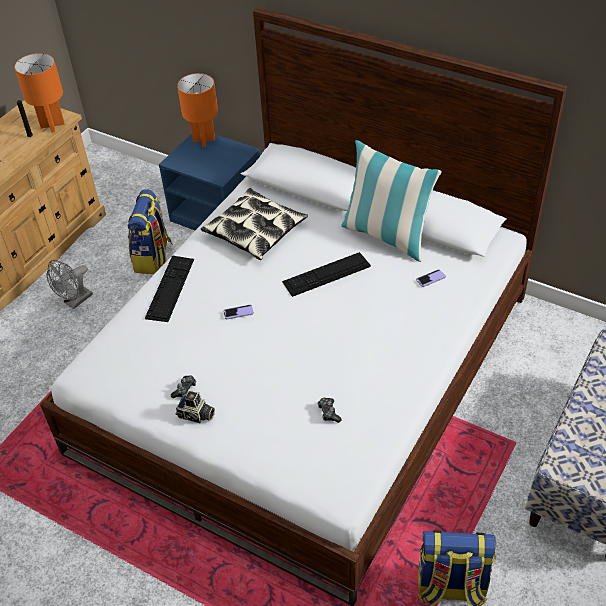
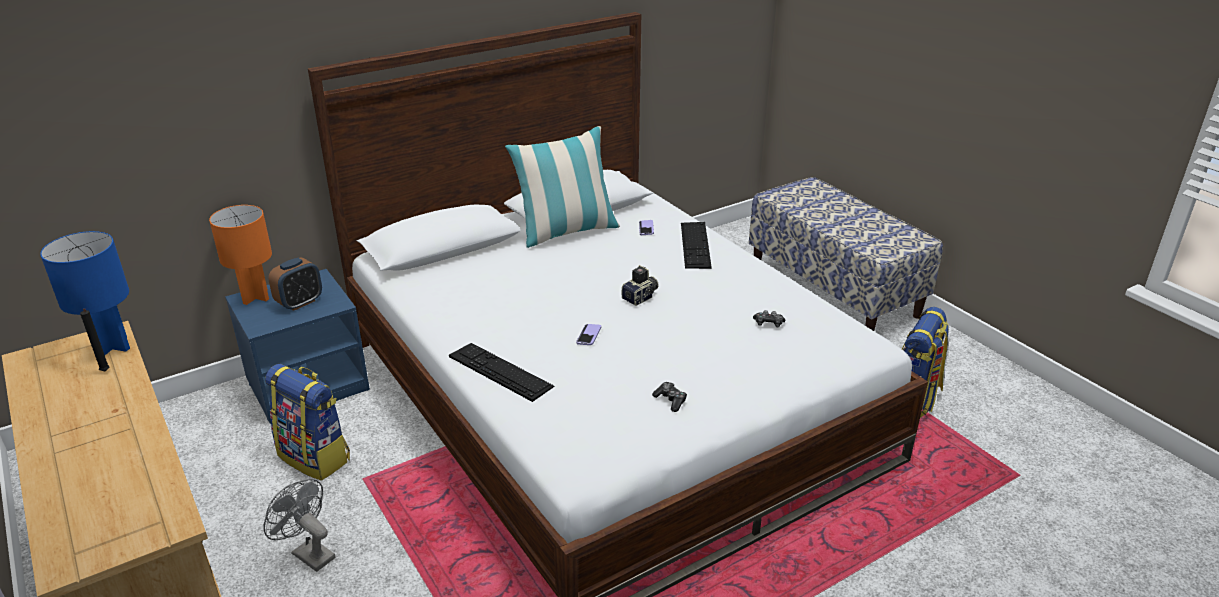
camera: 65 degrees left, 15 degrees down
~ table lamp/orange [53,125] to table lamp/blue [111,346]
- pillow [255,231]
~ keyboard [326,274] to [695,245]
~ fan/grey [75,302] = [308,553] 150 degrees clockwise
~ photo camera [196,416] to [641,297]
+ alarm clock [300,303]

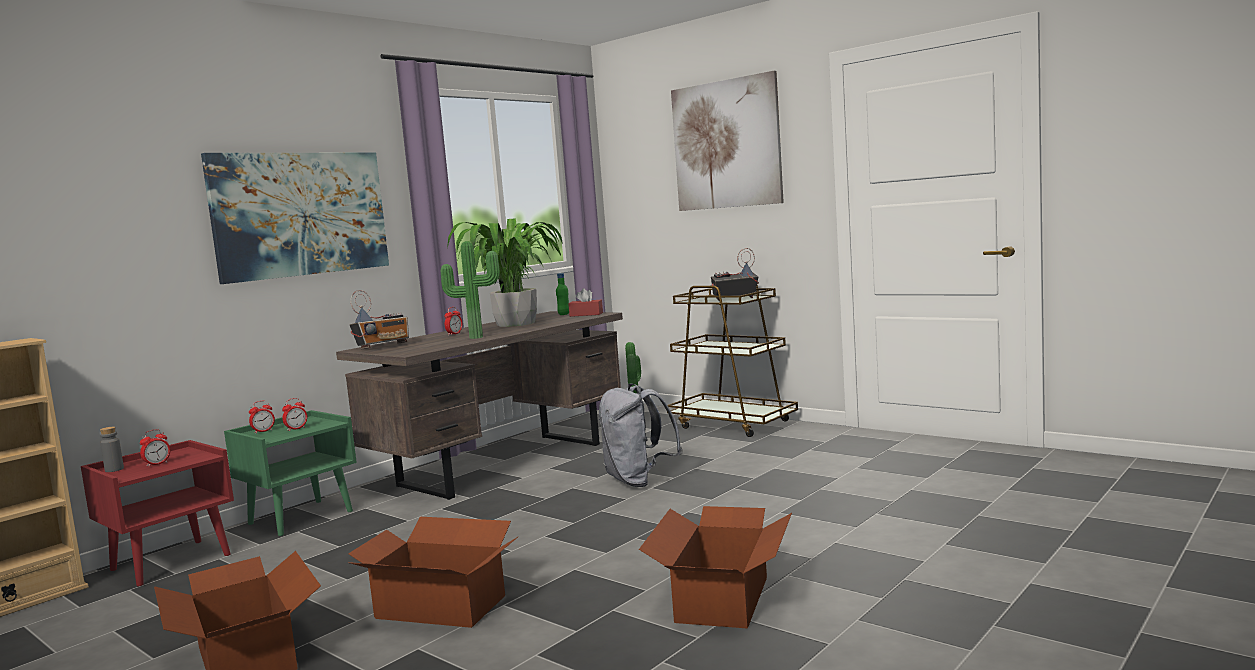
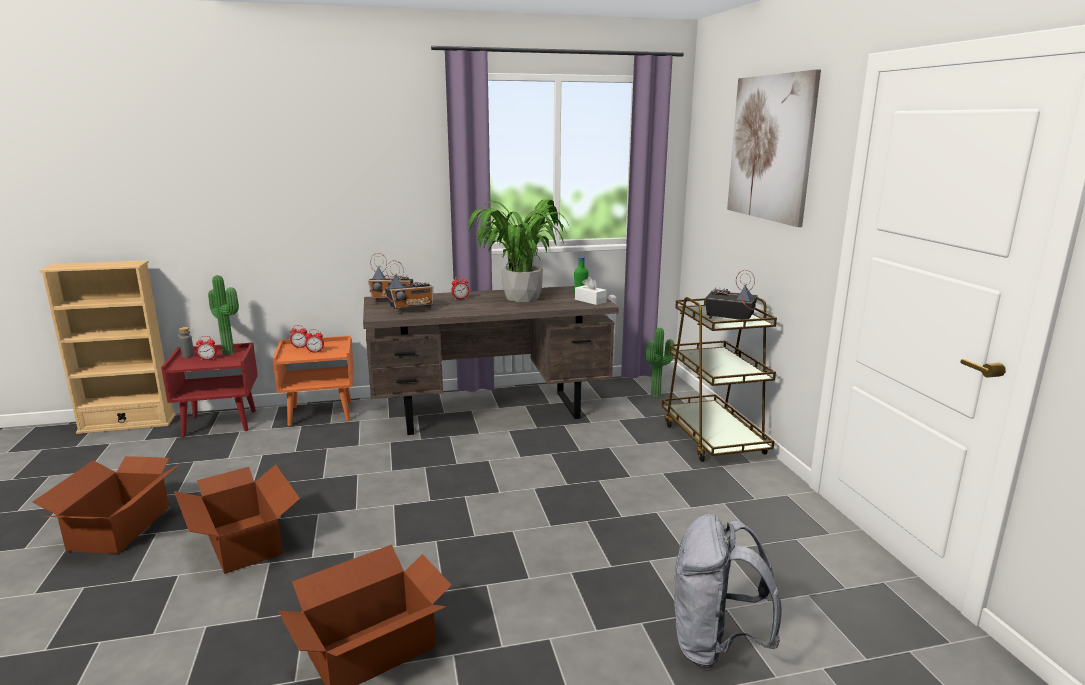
camera: 35 degrees right, 10 degrees up
- picture [300,214]
~ potted plant [476,337] to [230,352]
~ tissue box/red [586,314] to tissue box/white [590,301]
~ backpack/grey [639,481] to [715,645]
~ nightstand/green [301,517] to nightstand/orange [321,413]
+ radio [411,309]

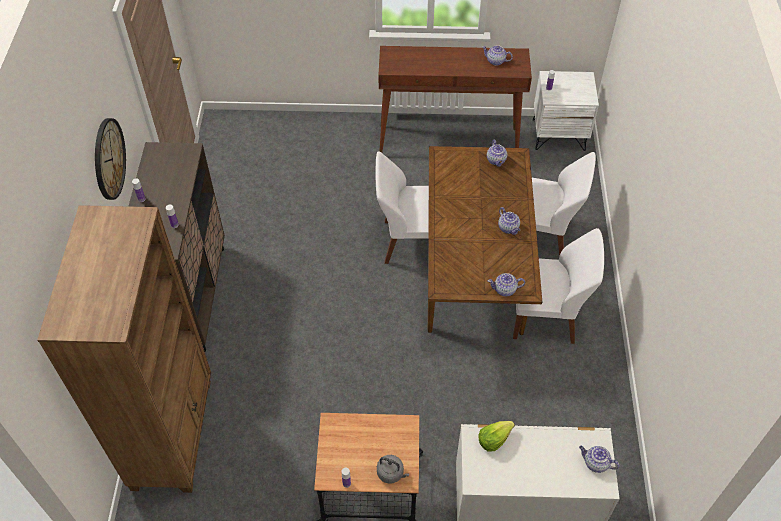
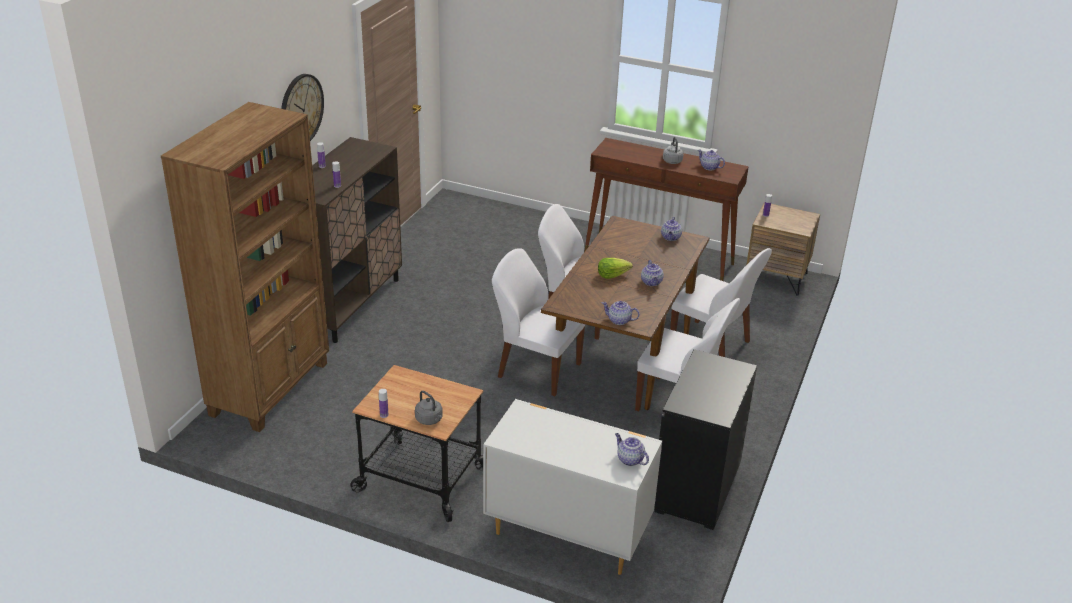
camera: 20 degrees right, 20 degrees down
~ nightstand/white [558,134] to nightstand/brown [776,278]
~ lettuce [494,439] to [612,275]
+ kettle/grey [672,160]
+ chair/white [537,369]
+ dresser/black [696,487]

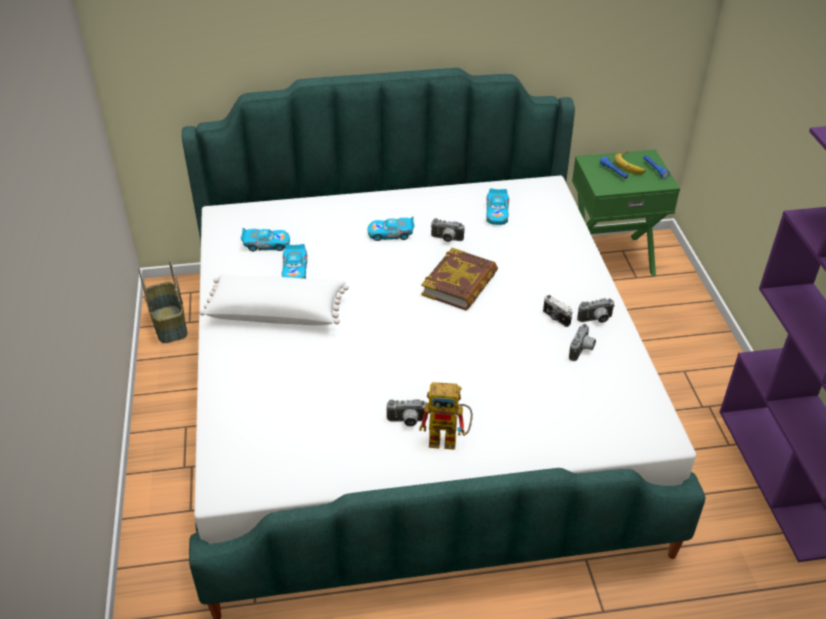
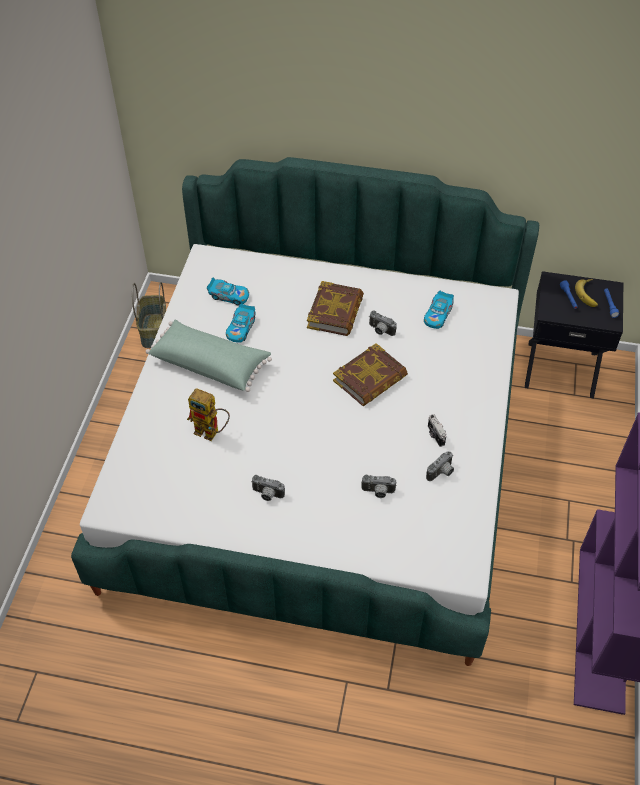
camera: 20 degrees right, 10 degrees up
~ nightstand/green [610,257] to nightstand/black [560,368]
~ toy car [390,234] to book [335,312]
~ pillow/white [277,311] to pillow/green [210,363]
~ photo camera [596,320] to [378,492]
~ toy robot [449,439] to [211,432]

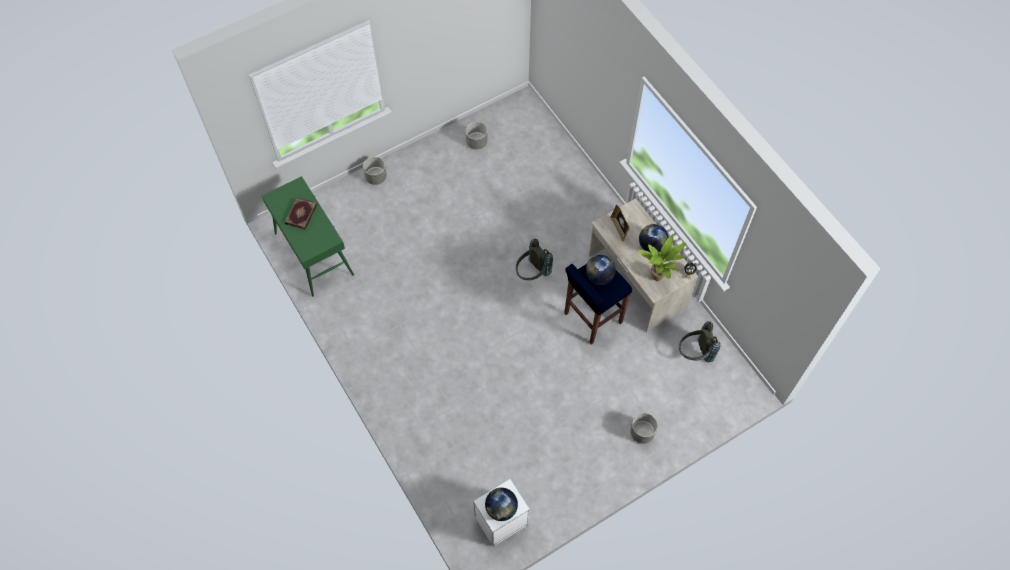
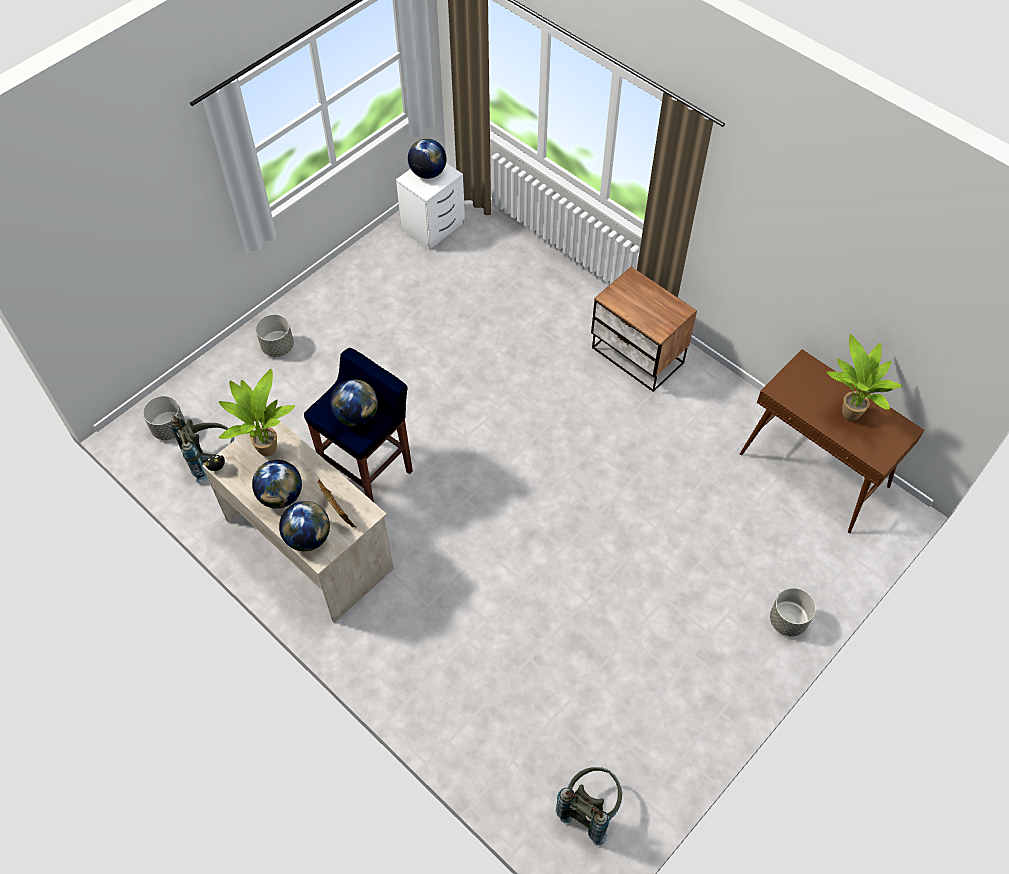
camera: 165 degrees right, 5 degrees down
~ planter/grey [476,142] to [169,428]
~ console table/green [313,254] to console table/brown [814,470]
~ book [300,214] to potted plant [847,415]
~ backpack/grey [532,273] to [589,808]
+ nightstand [637,356]
+ globe [308,537]

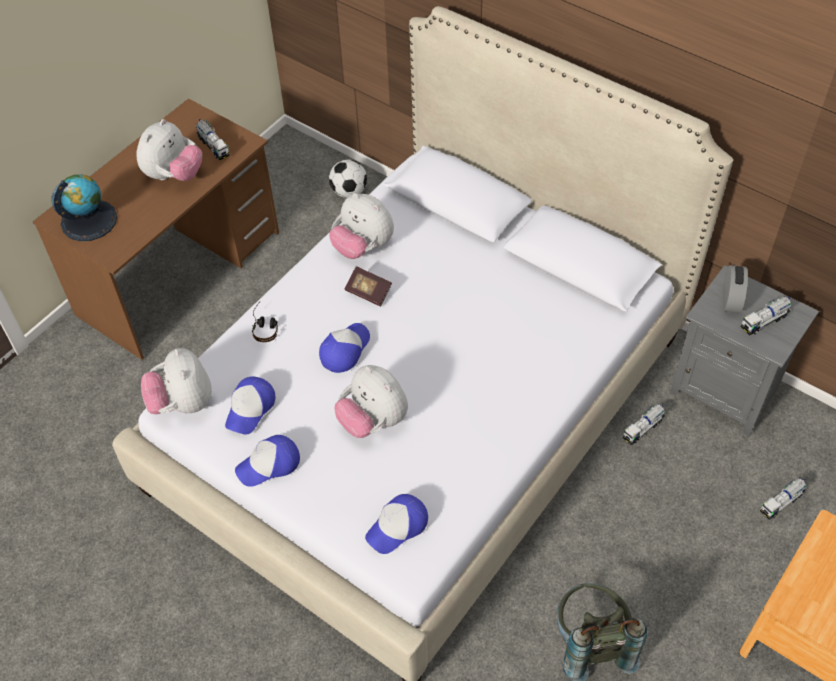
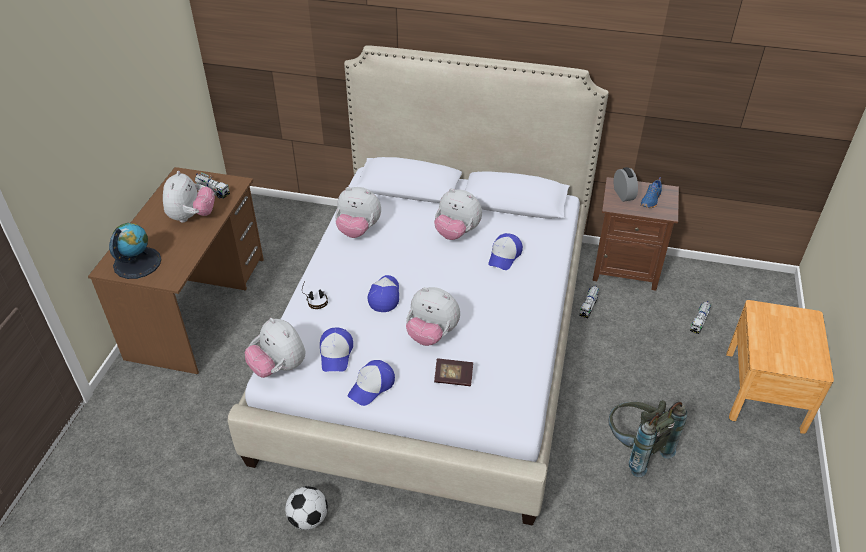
camera: 25 degrees left, 10 degrees down
~ football [349,192] to [308,518]
~ nightstand/grey [725,390] to nightstand/brown [625,268]
~ book [368,292] to [453,378]
~ toy truck [764,321] to shoe/blue [651,200]
~ cap [398,527] to [504,256]
+ plush toy [456,233]

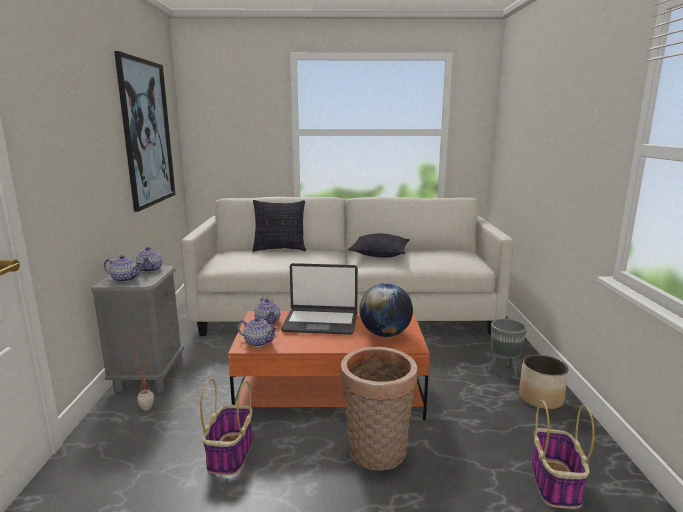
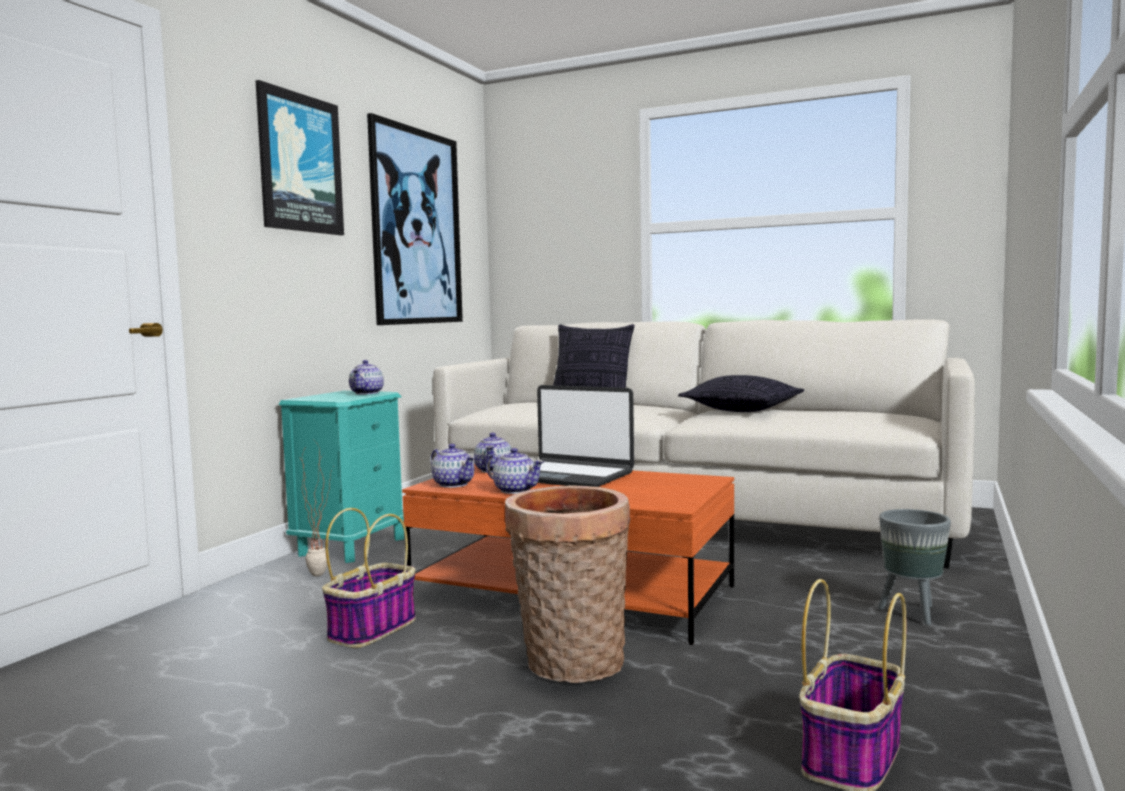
camera: 25 degrees right, 10 degrees down
~ teapot [125,279] to [515,490]
~ nightstand/grey [149,375] to nightstand/turquoise [351,546]
- globe [385,334]
- planter [541,399]
+ picture [299,163]

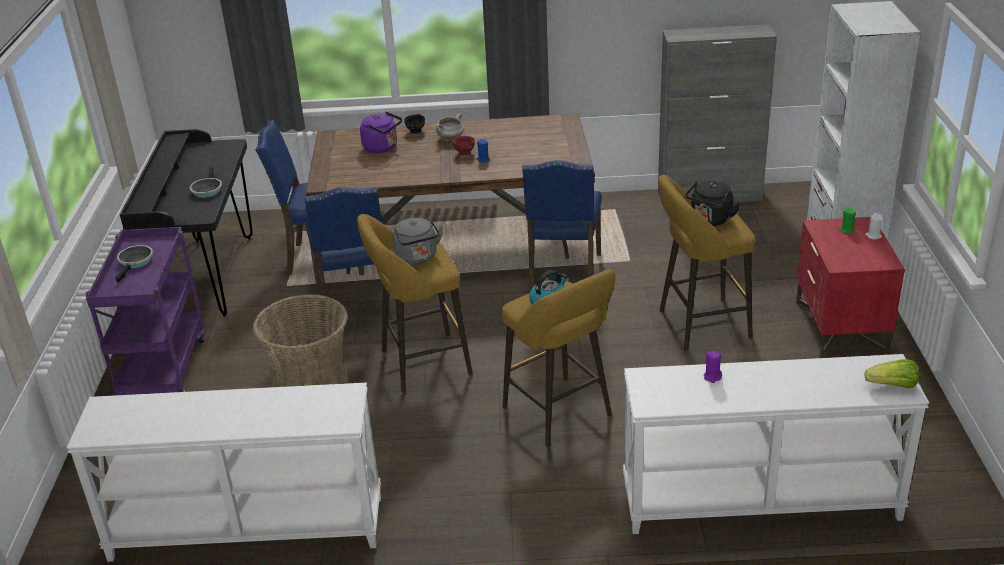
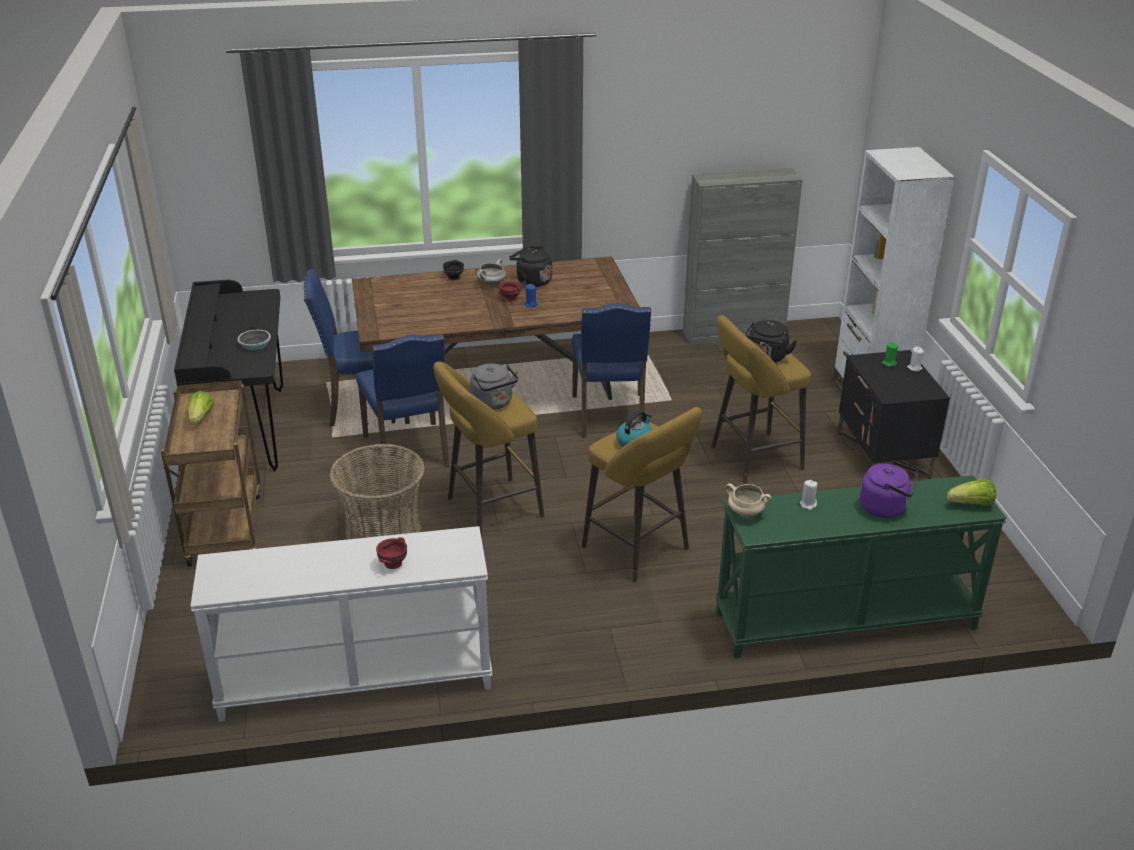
camera: 10 degrees left, 0 degrees up
~ kettle/purple [382,147] to [886,508]
~ nightstand/red [840,328] to nightstand/black [883,456]
~ cart/purple [163,369] to cart/brown [224,527]
~ frying pan [135,262] to lettuce [201,418]
~ candle/purple [712,377] to candle/white [808,504]
~ console table/white [759,503] to console table/green [845,622]
+ kettle/black [532,281]
+ cooking pot/beige [745,513]
+ bowl/red [394,563]

